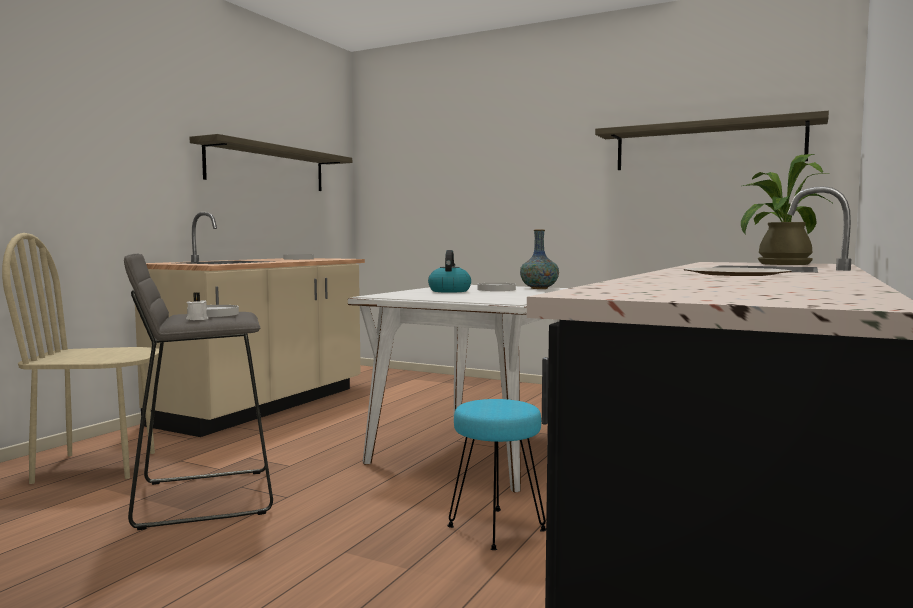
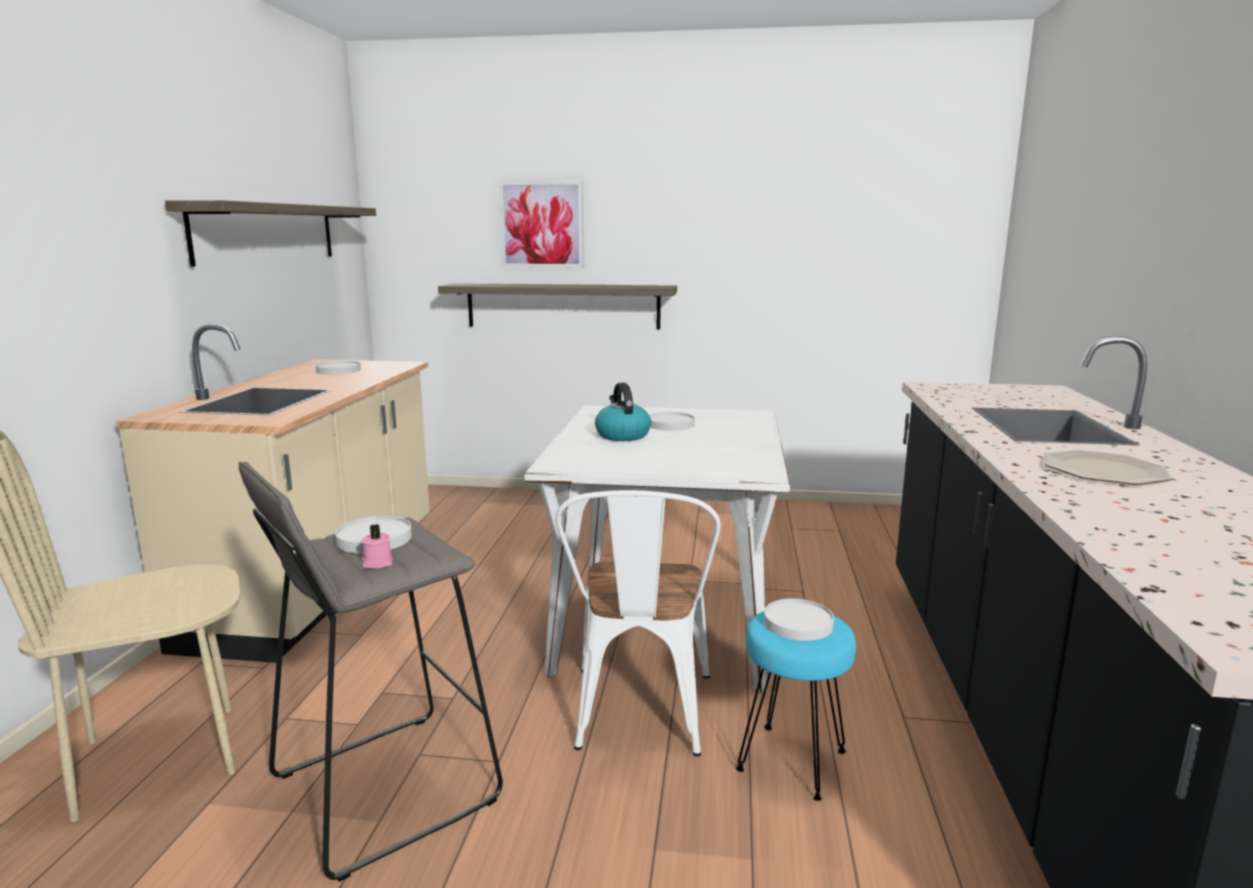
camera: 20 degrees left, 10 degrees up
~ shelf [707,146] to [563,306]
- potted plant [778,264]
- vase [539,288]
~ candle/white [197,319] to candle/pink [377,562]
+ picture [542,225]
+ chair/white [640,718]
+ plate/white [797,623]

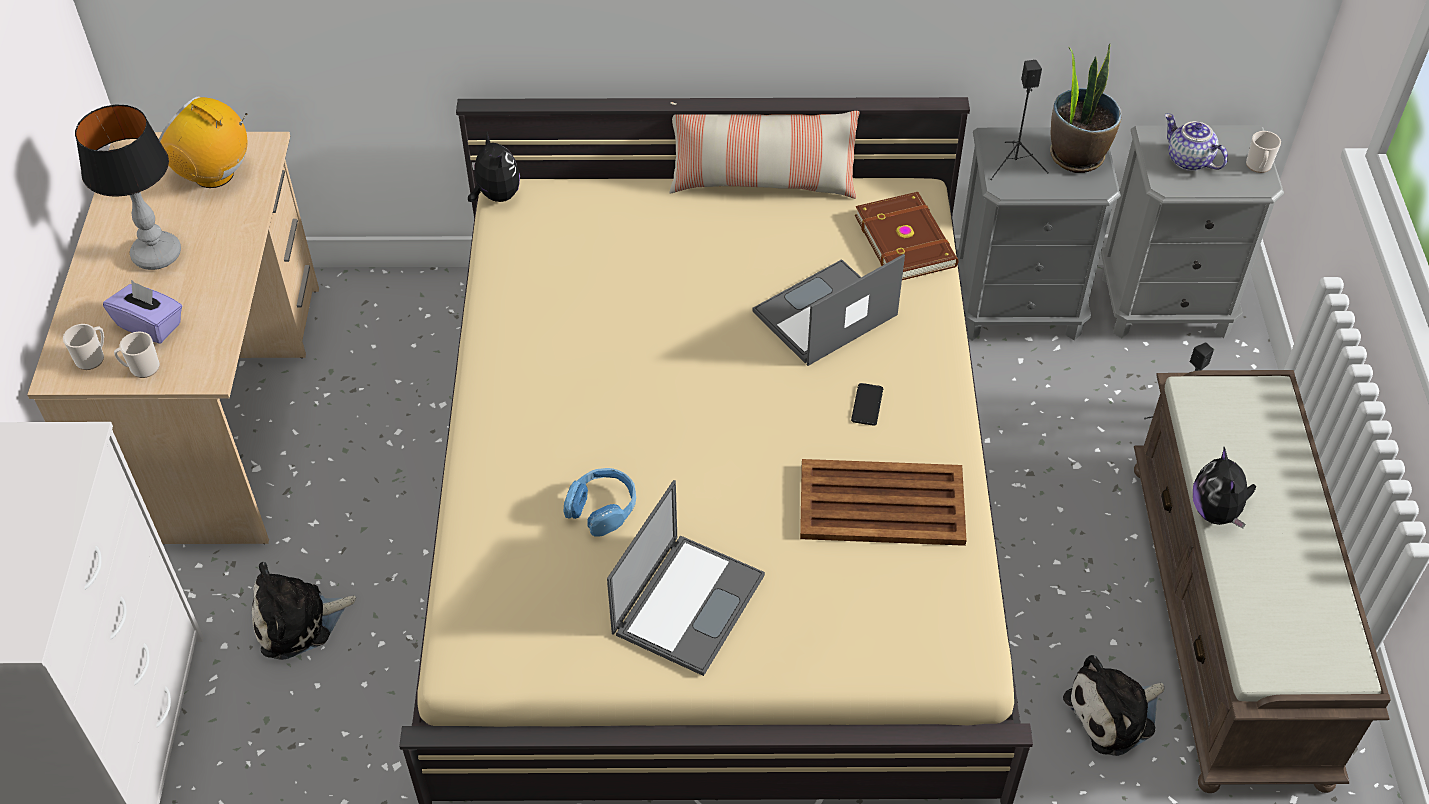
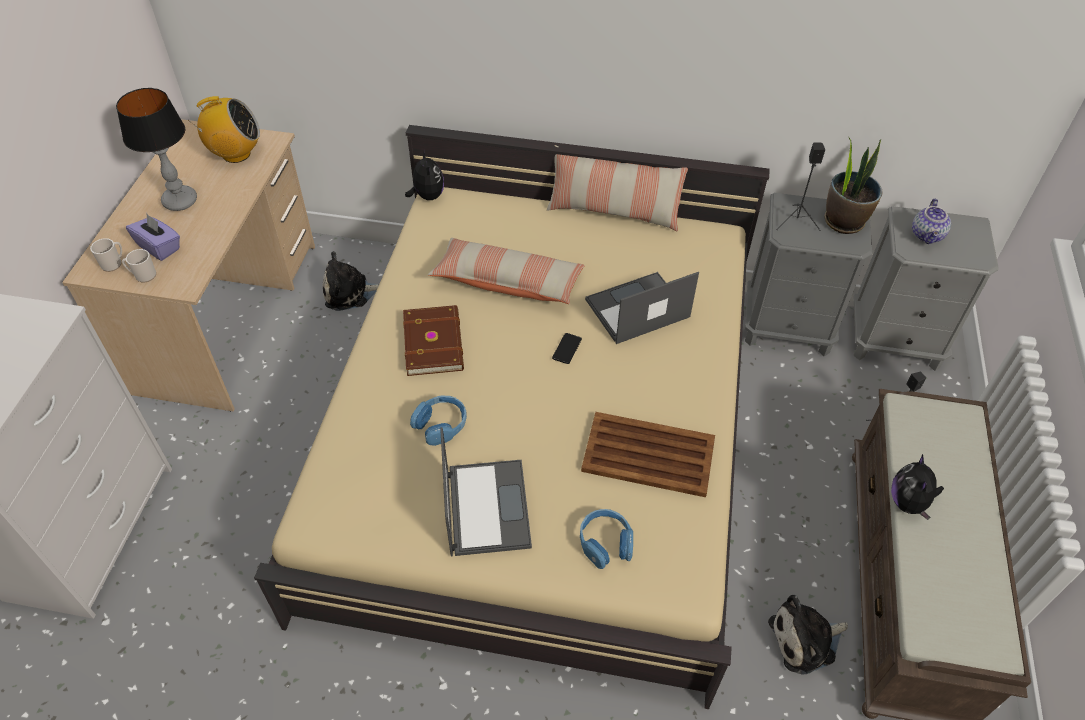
camera: 10 degrees right, 0 degrees up
~ radio [214,174] = [236,154] 135 degrees clockwise
~ teapot [1187,160] = [927,235] 135 degrees counterclockwise
- mug [1258,166]
~ book/brown [906,240] to [435,342]
~ phone [867,405] to [567,349]
~ laptop [688,602] = [486,506] 45 degrees counterclockwise
~ plush toy [298,621] to [350,292]
+ pillow [508,282]
+ headphones/blue [605,543]

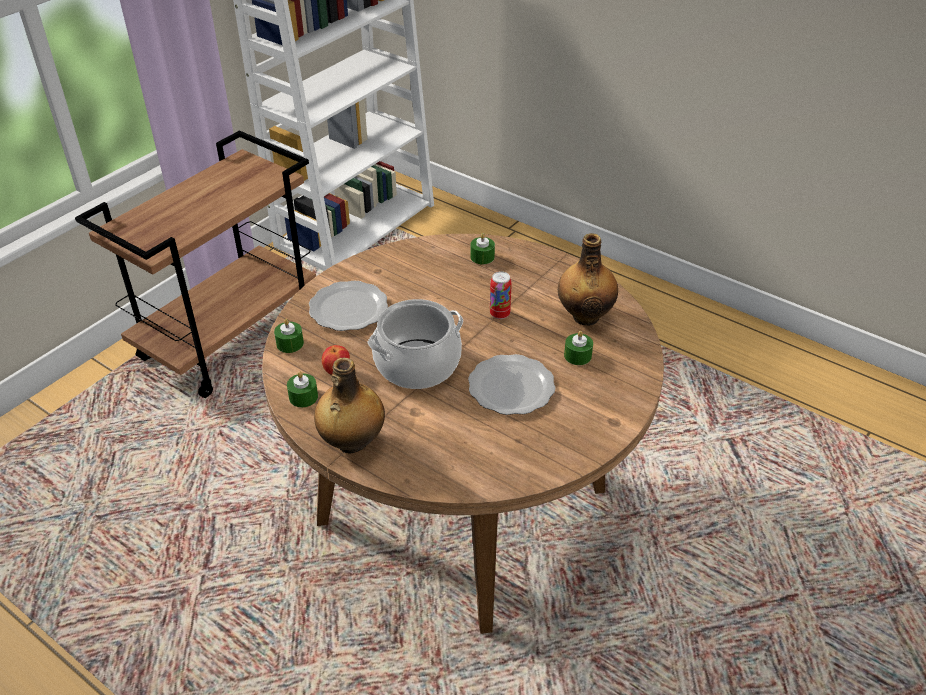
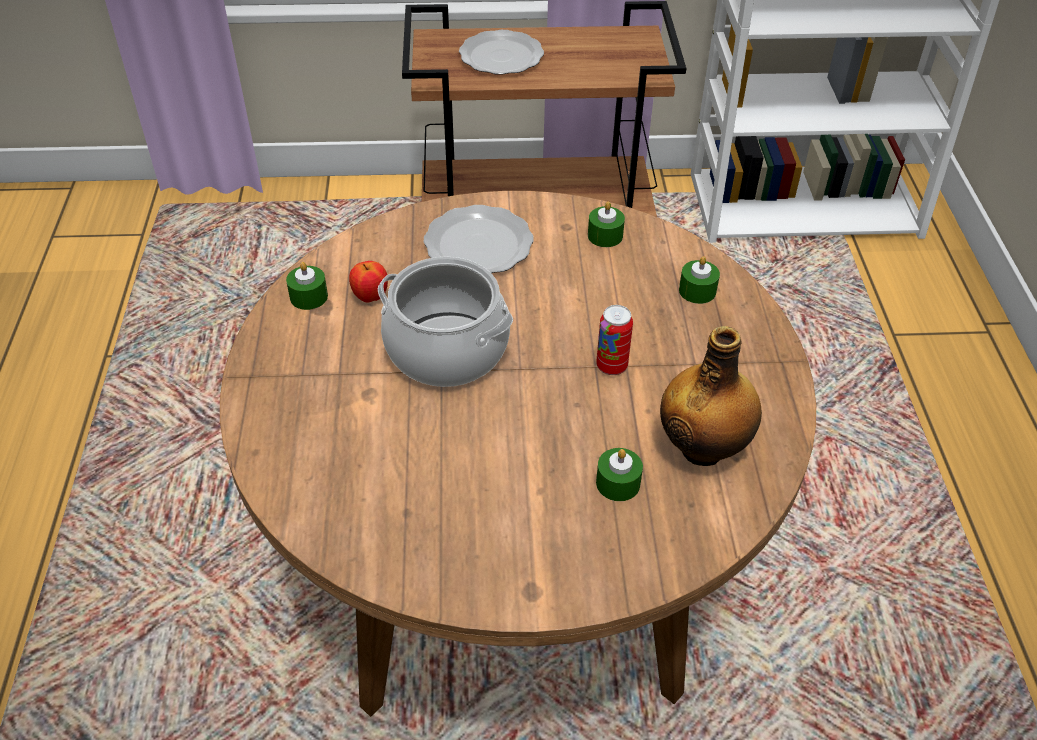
camera: 50 degrees right, 5 degrees up
~ candle/green [290,344] to [605,236]
~ plate [510,387] to [500,56]
- bottle [351,442]

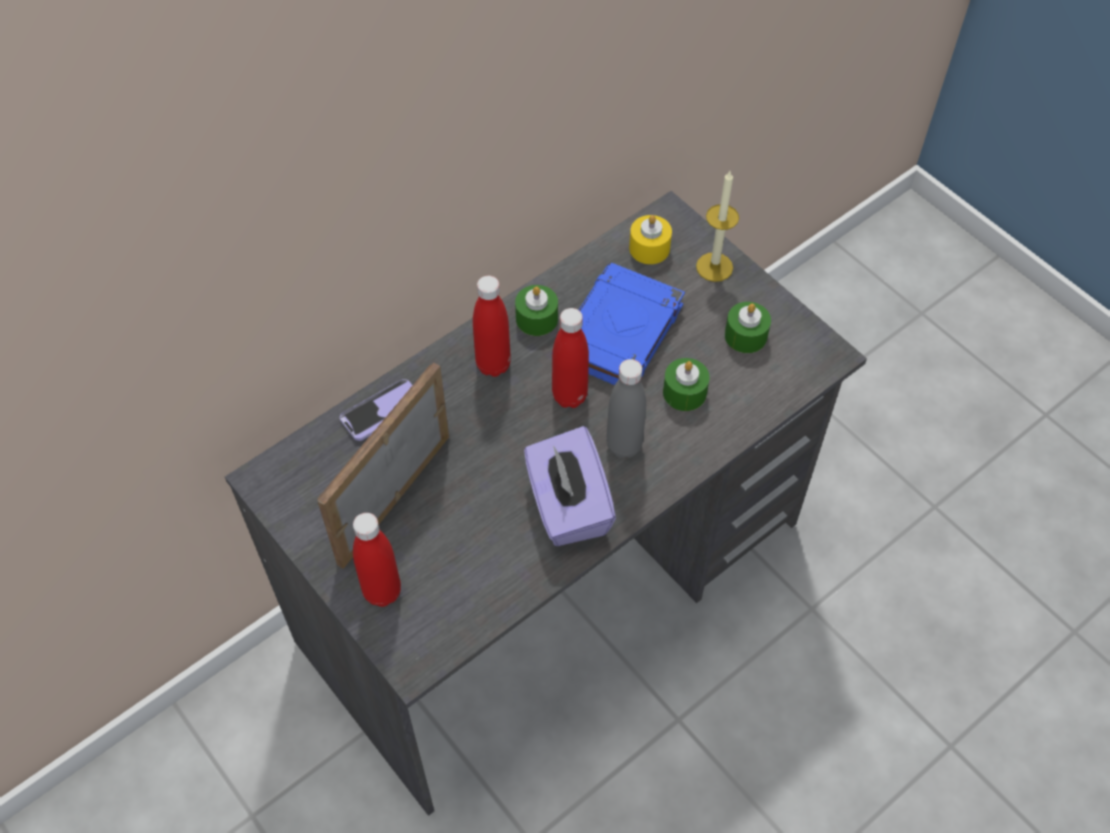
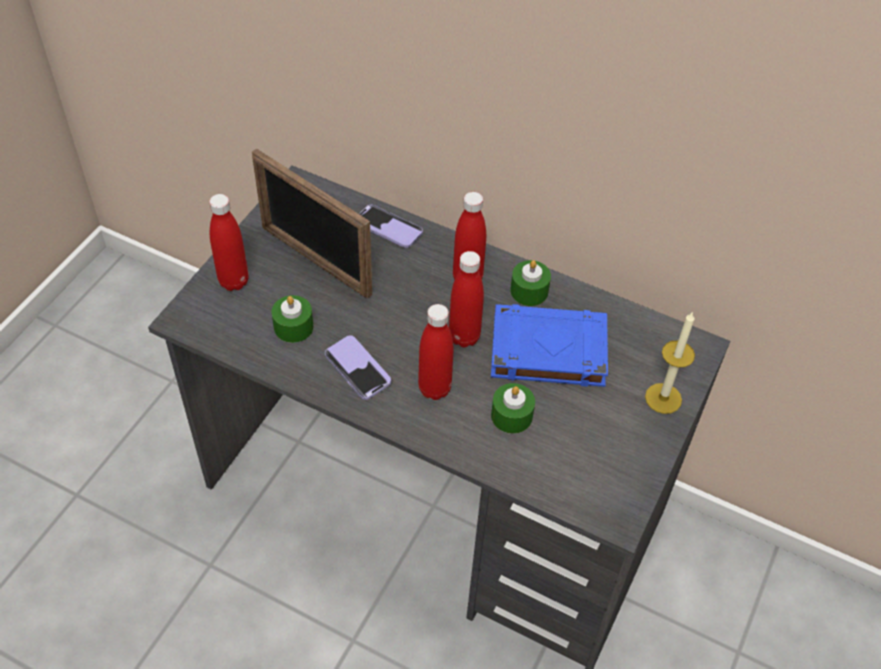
camera: 65 degrees right, 5 degrees down
- candle/yellow [649,248]
~ candle/green [745,335] to [293,327]
~ bottle/grey [624,445] to bottle/red [434,389]
~ picture frame [393,498] = [315,260] 150 degrees counterclockwise
~ tissue box/purple [567,506] to phone [357,369]

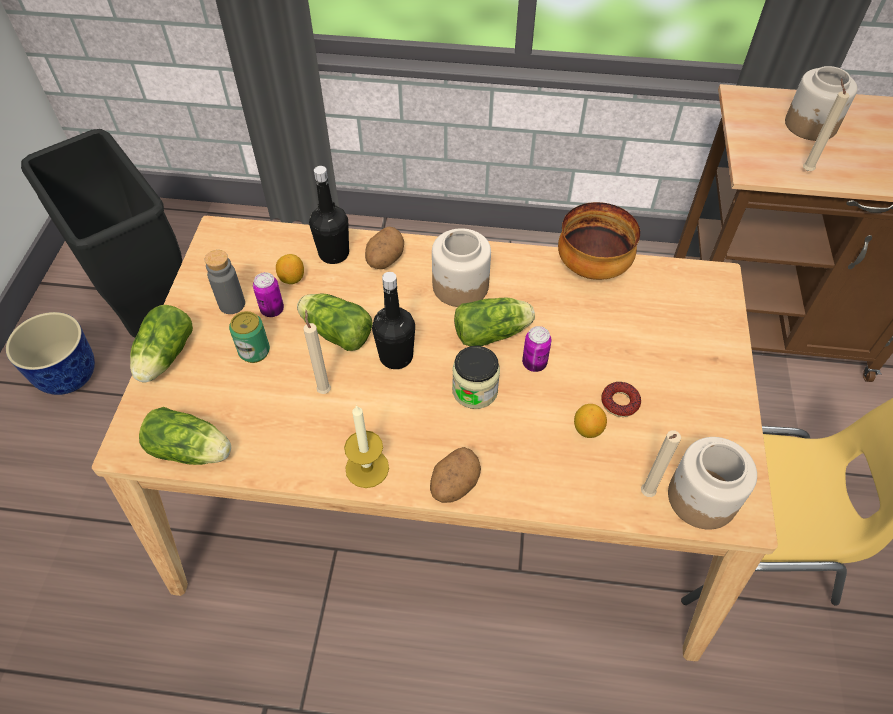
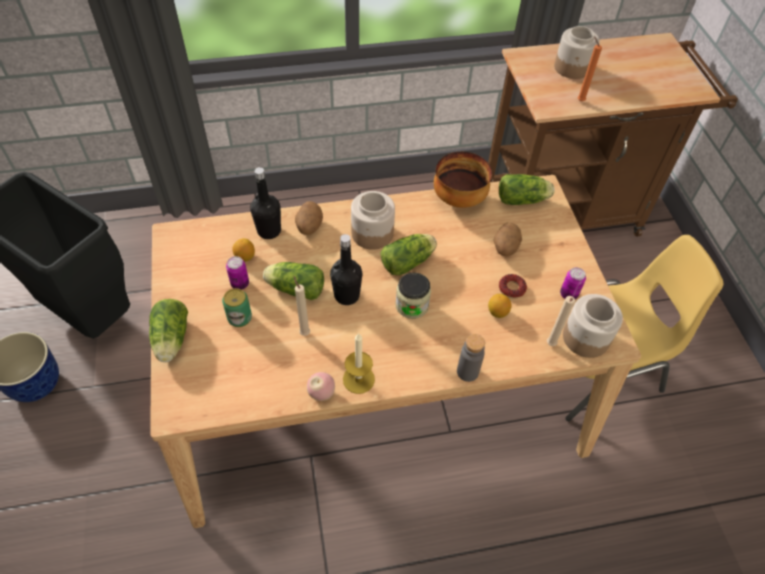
camera: 20 degrees left, 0 degrees up
~ candle/beige [805,169] to candle/orange [579,100]
~ bottle/grey [232,304] to [467,372]
~ can [534,363] to [568,294]
~ lettuce [193,451] to [523,200]
~ potato [454,485] to [505,248]
+ apple [321,394]

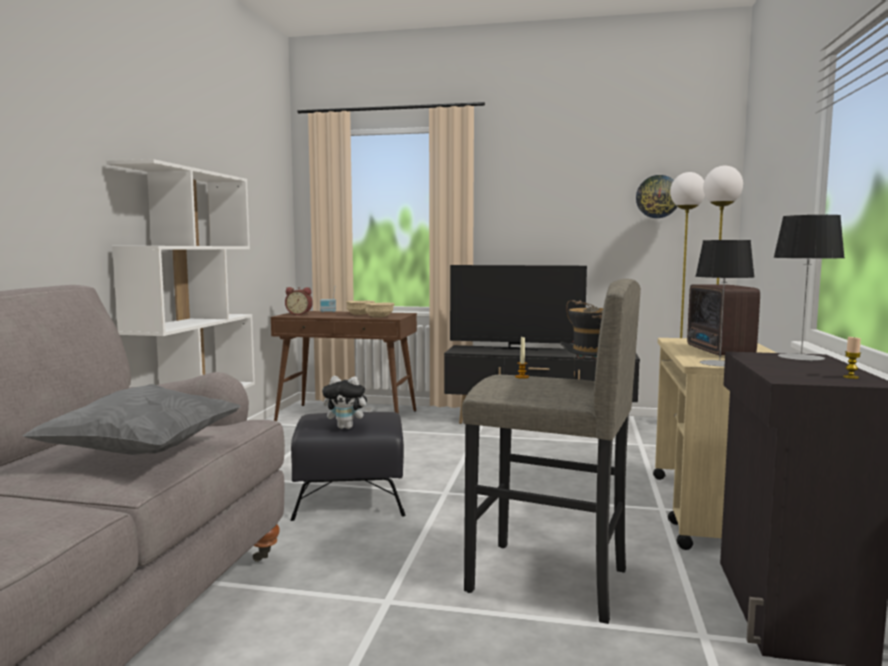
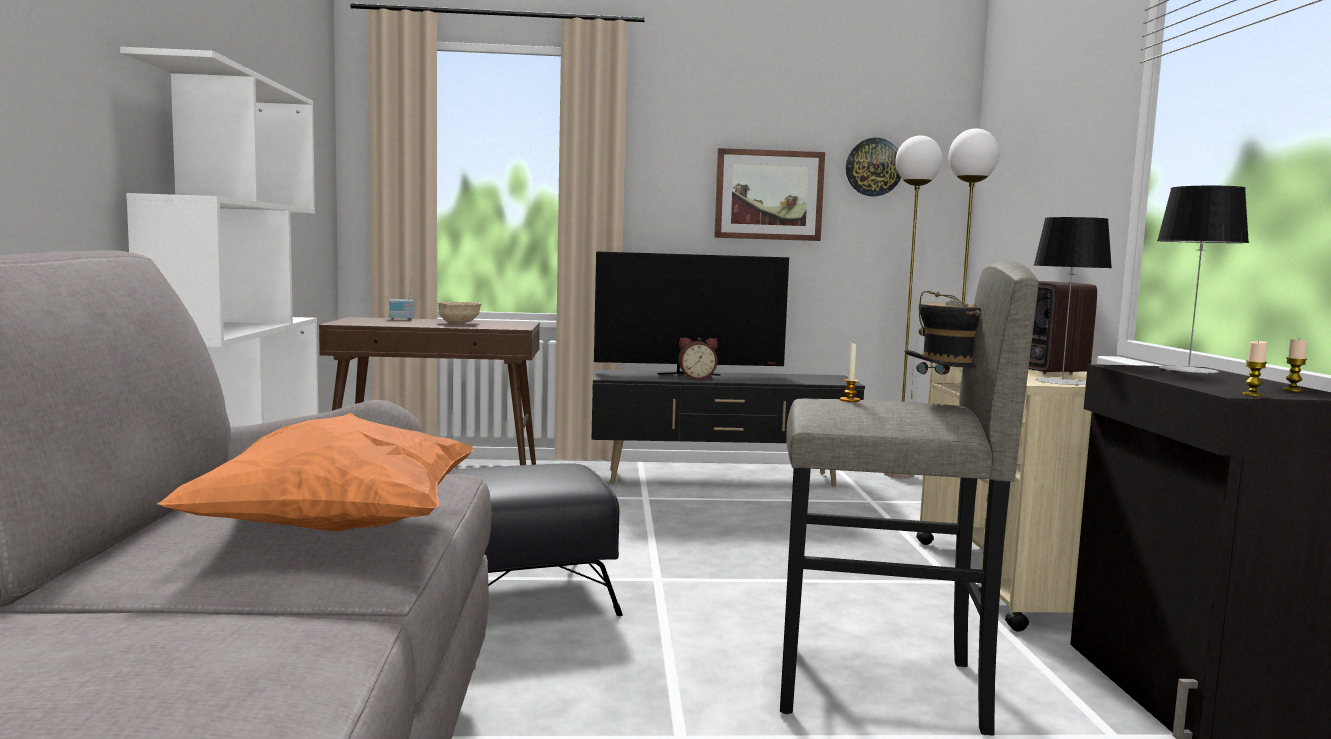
camera: 15 degrees left, 0 degrees up
~ alarm clock [299,314] to [696,378]
- bowl/beige [379,317]
- plush toy [347,427]
~ pillow/grey [142,453] to pillow/orange [337,529]
+ picture [768,195]
+ candle [1252,395]

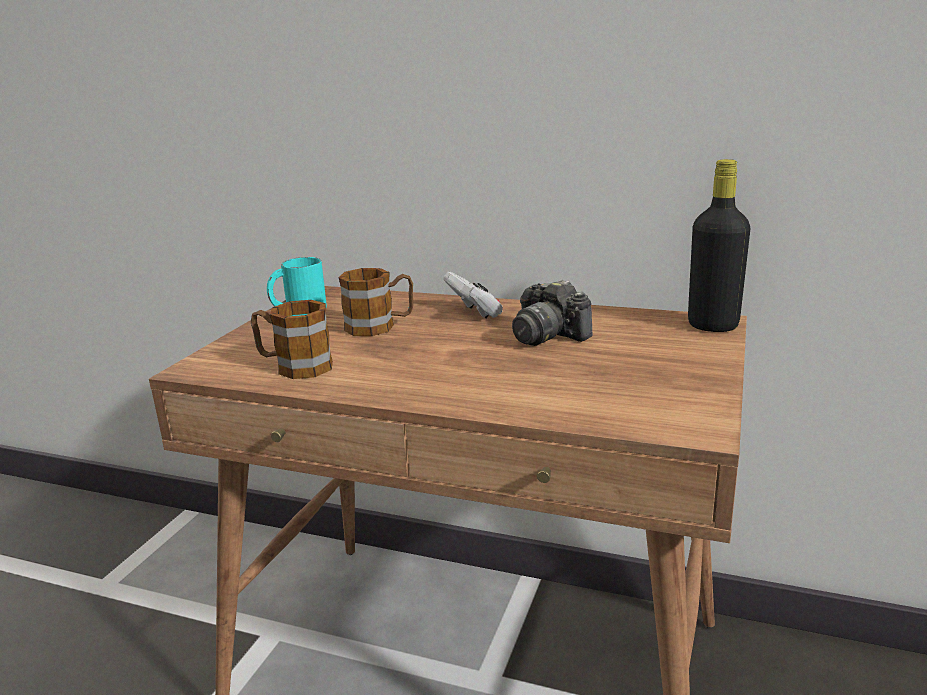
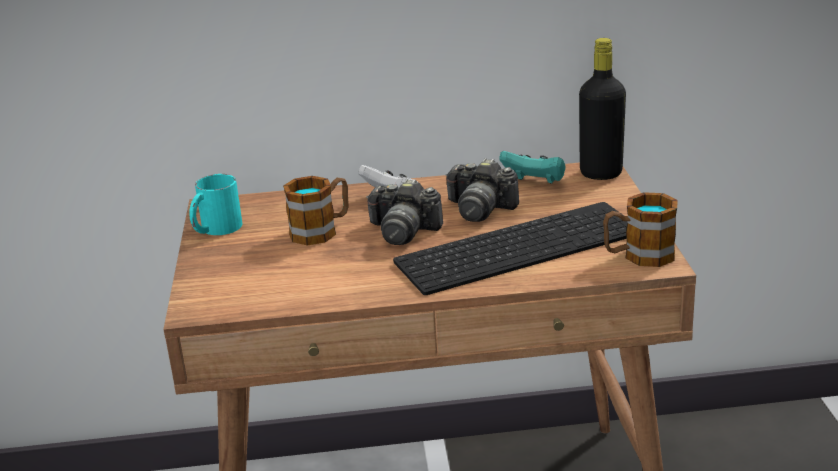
camera: 25 degrees left, 5 degrees up
~ mug [294,366] to [638,256]
+ game controller/turquoise [535,182]
+ photo camera [403,231]
+ keyboard [519,245]

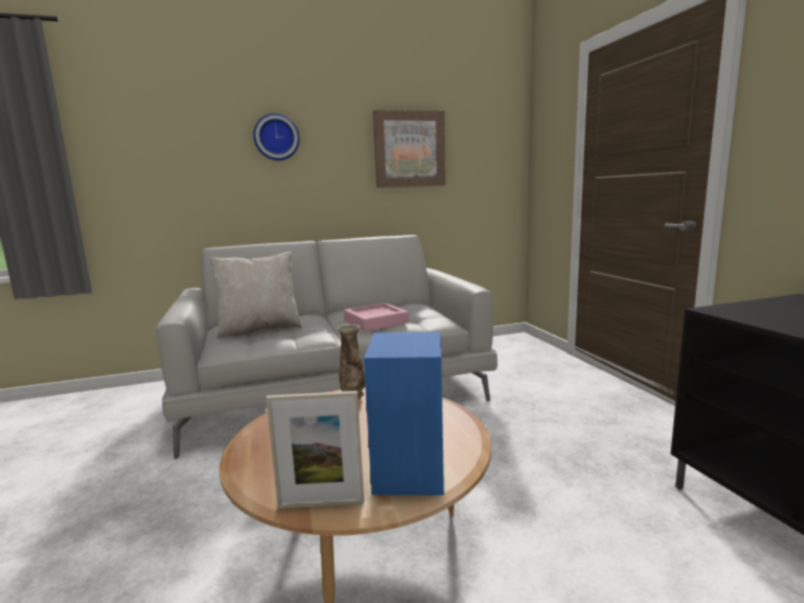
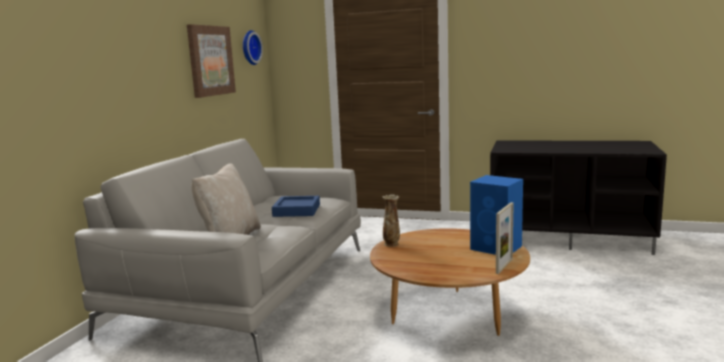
camera: 55 degrees left, 0 degrees up
~ wall clock [276,137] to [249,47]
~ tray/pink [376,322] to tray/blue [296,210]

